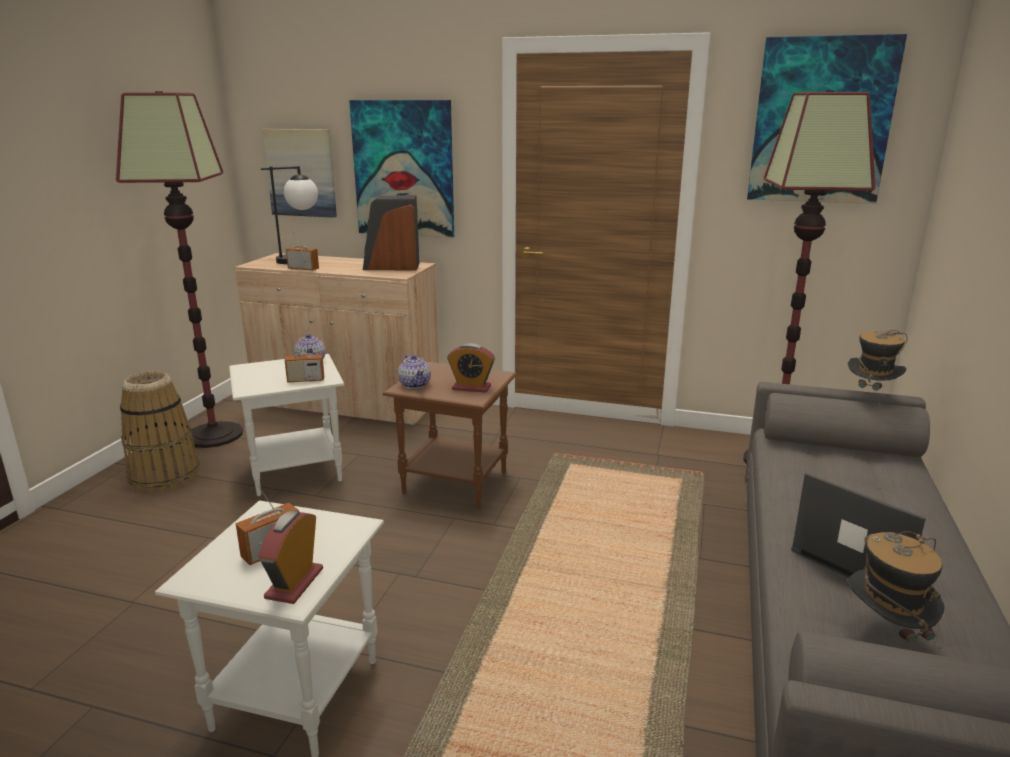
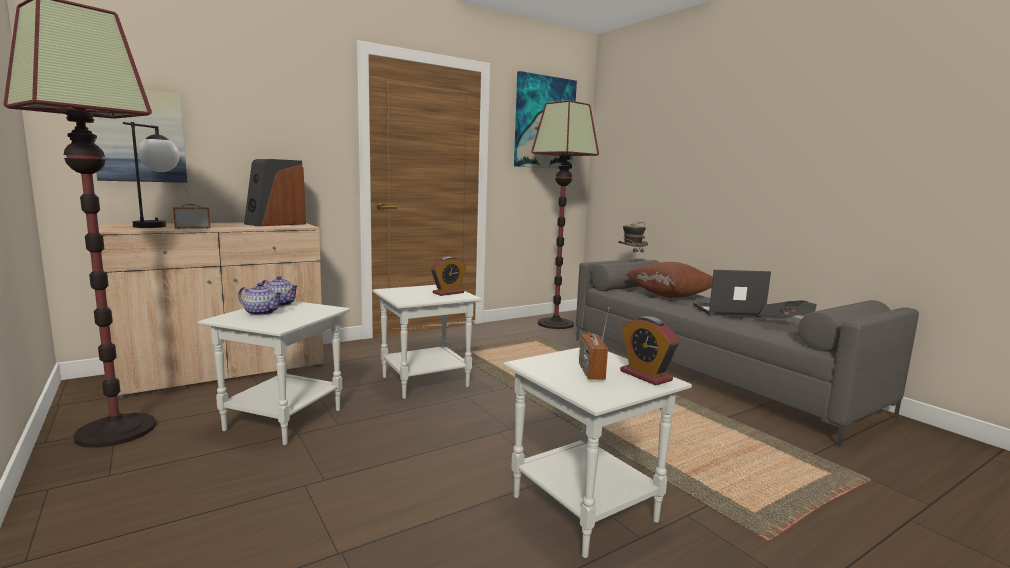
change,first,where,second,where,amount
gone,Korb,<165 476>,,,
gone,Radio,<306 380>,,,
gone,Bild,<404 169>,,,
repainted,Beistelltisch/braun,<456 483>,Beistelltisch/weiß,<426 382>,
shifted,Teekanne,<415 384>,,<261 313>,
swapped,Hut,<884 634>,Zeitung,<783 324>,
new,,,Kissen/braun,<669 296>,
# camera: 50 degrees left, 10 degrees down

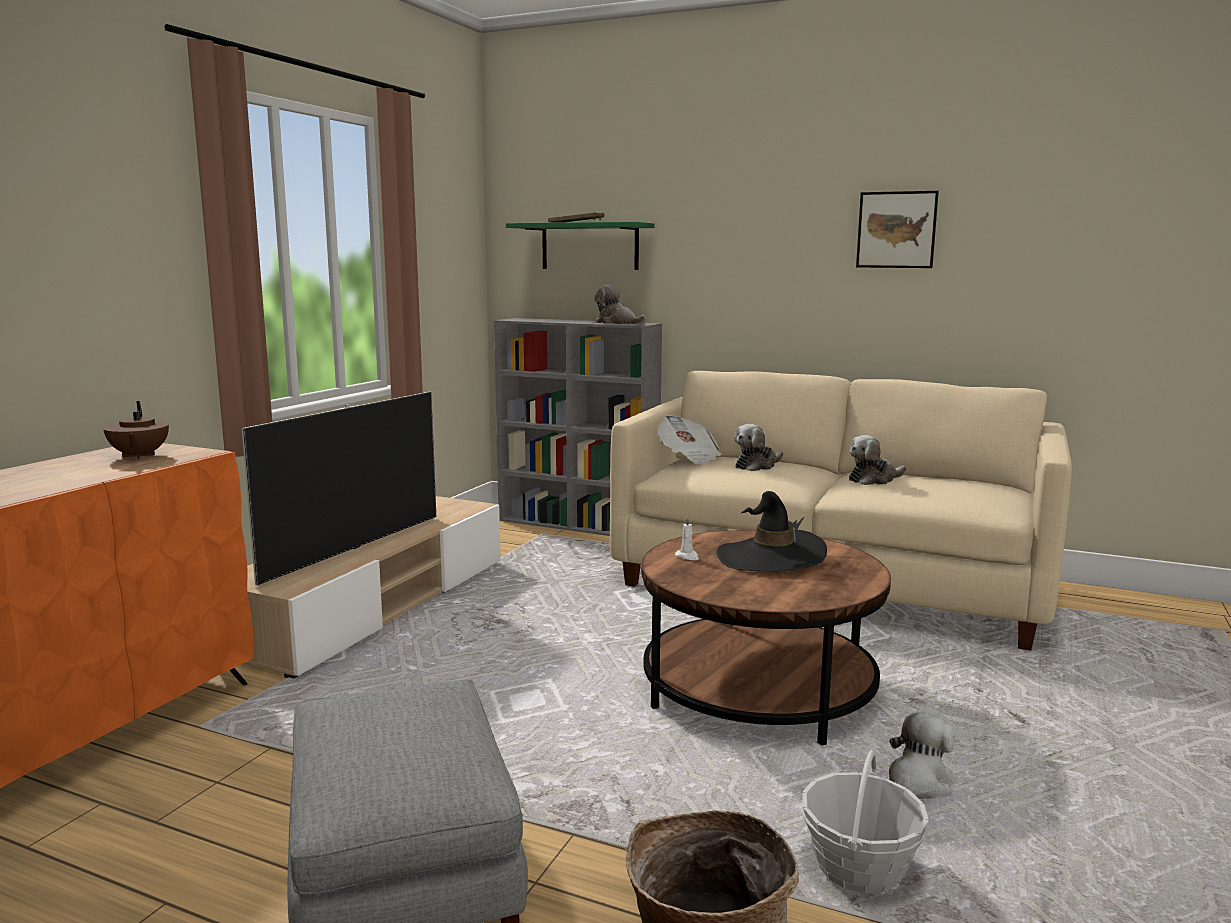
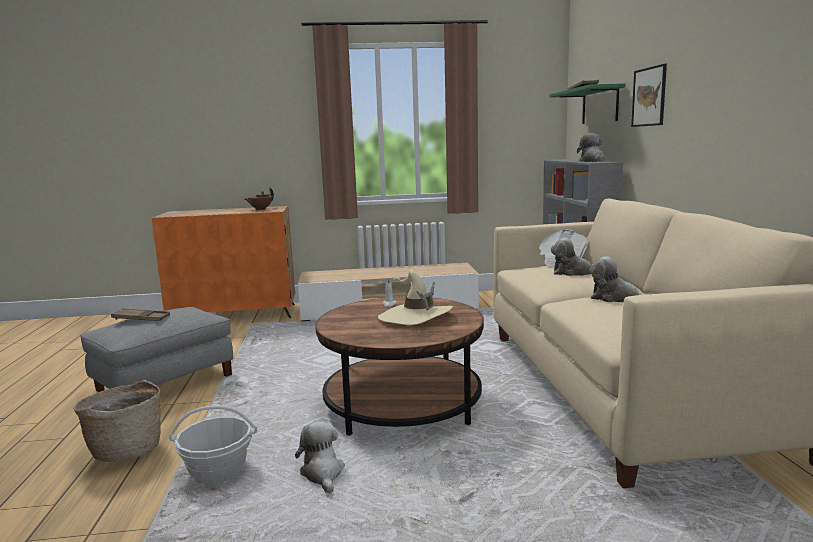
change,first,where,second,where,amount
gone,Fernseher,<354 548>,,,
repainted,Hut/schwarz,<770 558>,Hut/beige,<415 317>,
shifted,Bild,<896 230>,,<649 97>,
rotated,Plüschtier,<915 785>,,<322 473>,120 degrees counterclockwise
new,,,Tablett/braun,<141 319>,
# camera: 60 degrees right, 0 degrees up

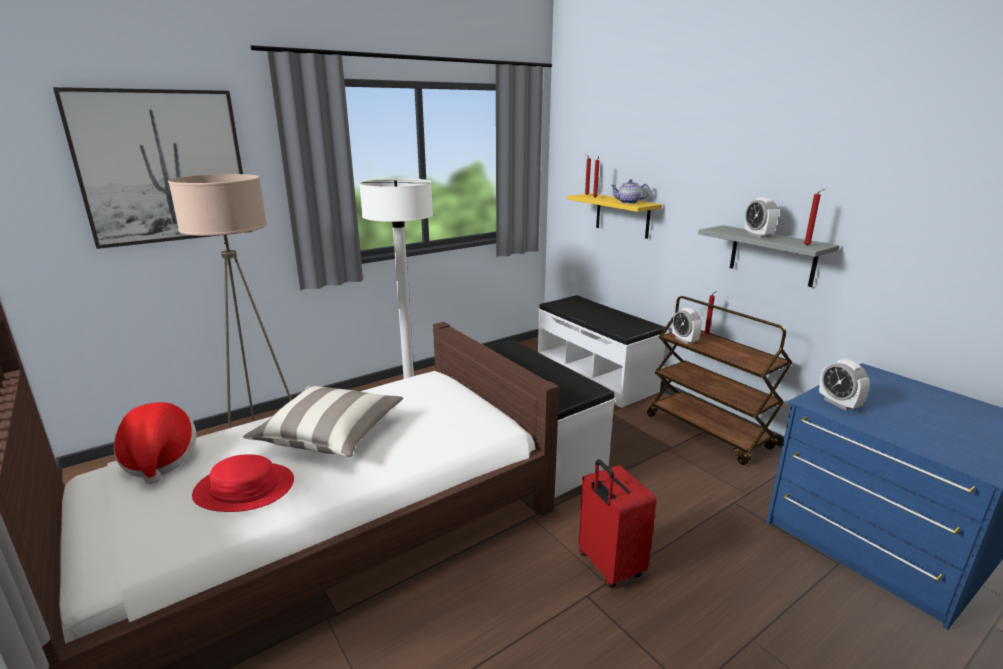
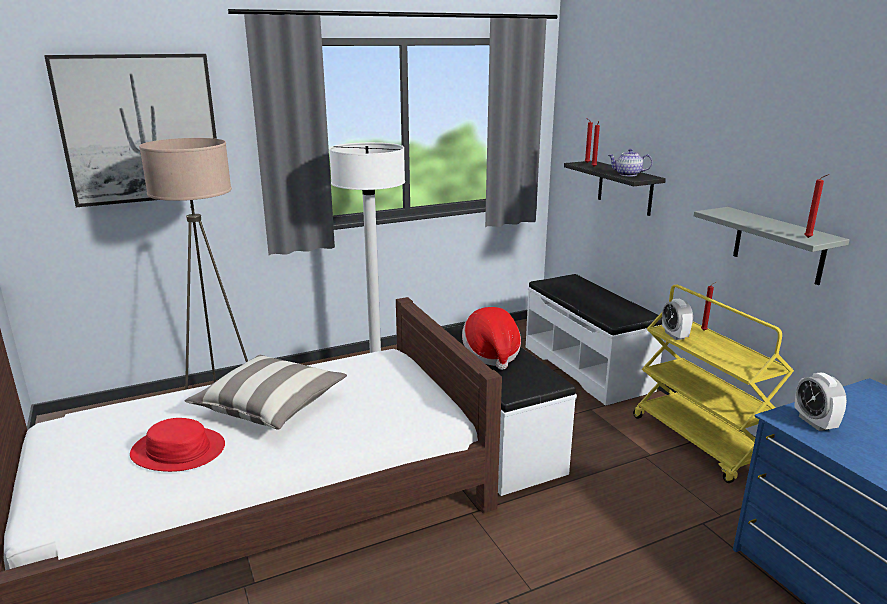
change,first,where,second,where,amount
shifted,Hut,<160 460>,,<491 354>,
repainted,Wandregal/gelb,<622 215>,Wandregal/schwarz,<625 188>,
gone,Koffer/rot,<608 566>,,,
repainted,Rollwagen/braun,<709 432>,Rollwagen/gelb,<700 442>,
gone,Wecker,<758 236>,,,
# camera: 10 degrees right, 0 degrees up

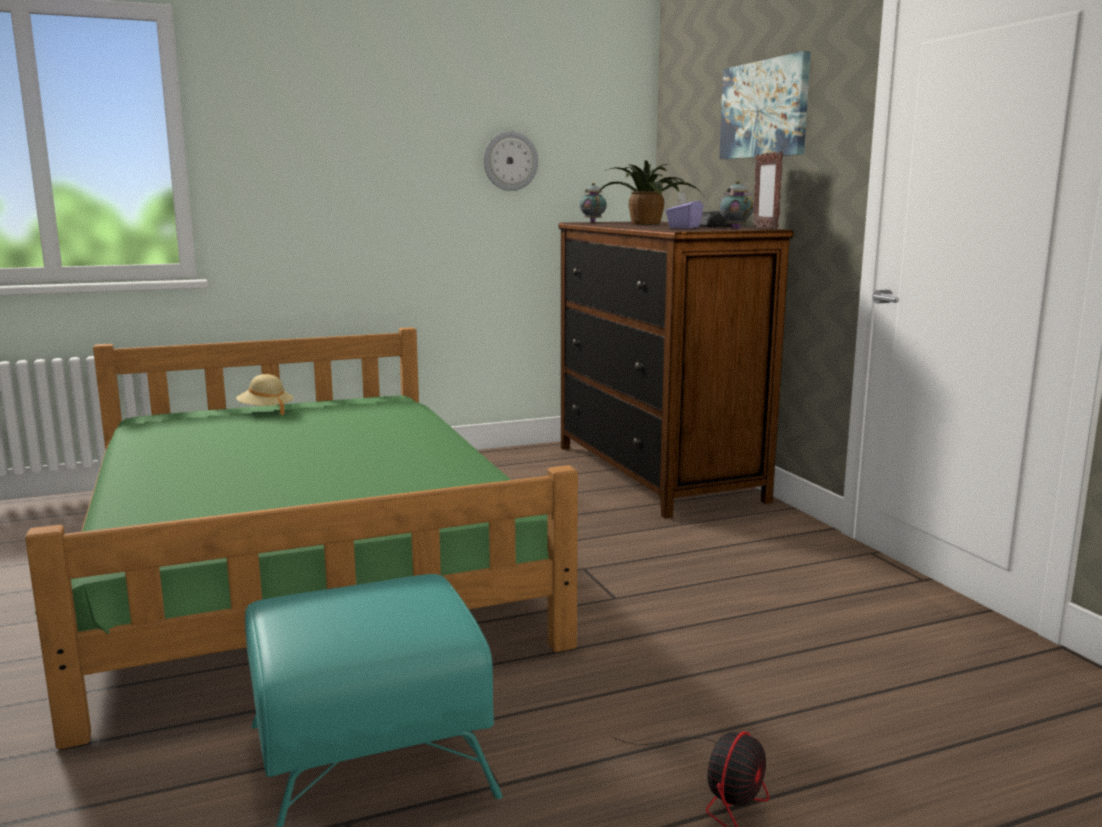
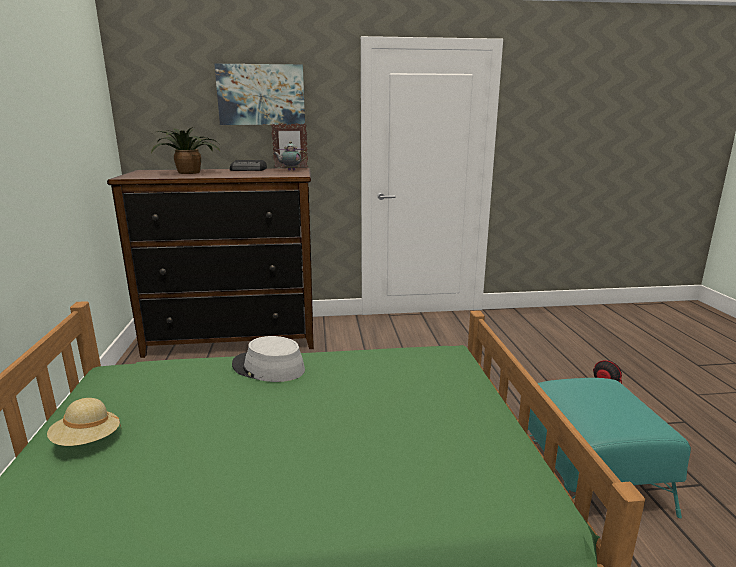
change,first,where,second,where,amount
gone,Wanduhr,<510 161>,,,
gone,Teekanne,<592 222>,,,
gone,Taschentuchbox/lila,<683 227>,,,
new,,,Hut/grau,<268 368>,
# camera: 75 degrees left, 5 degrees up

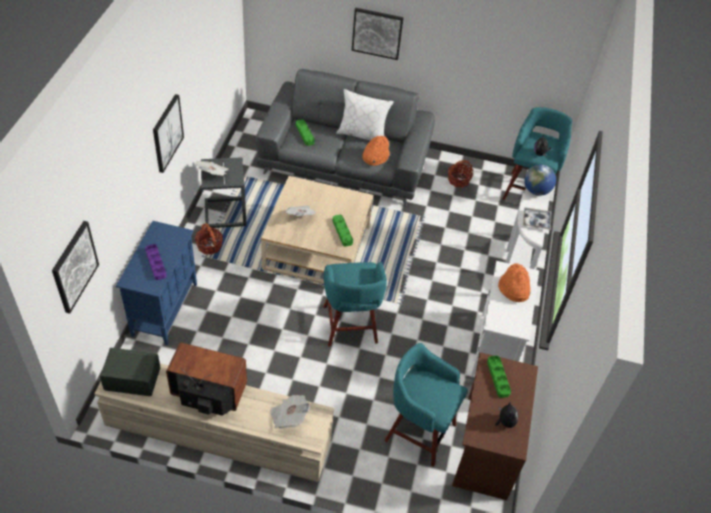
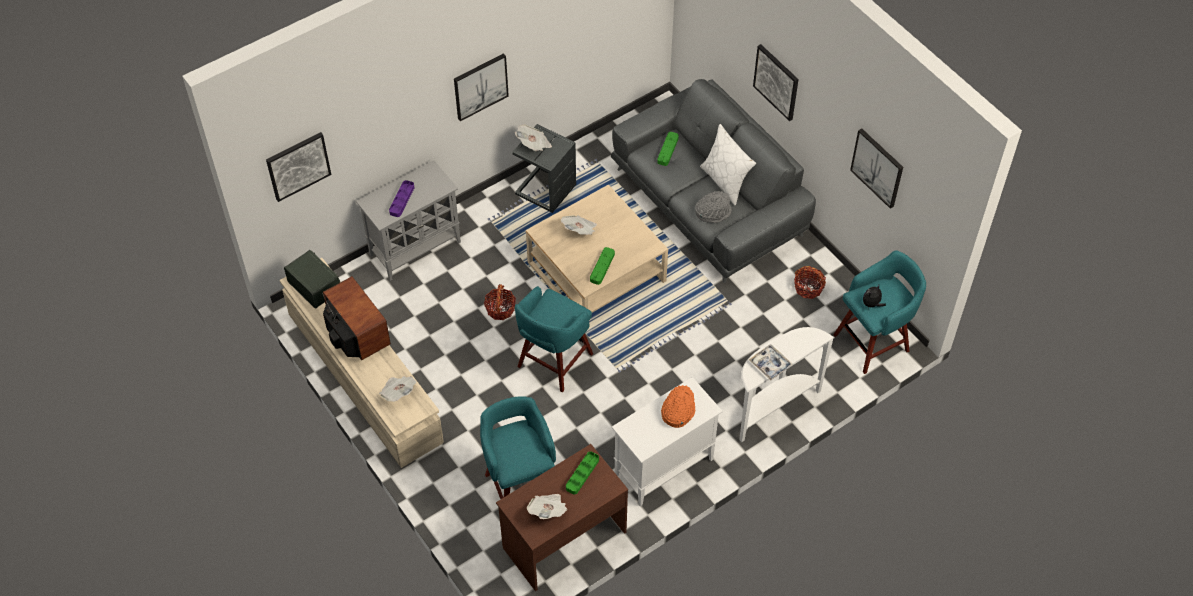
change,first,where,second,where,amount
repainted,Schrank/blau,<165 309>,Schrank/grau,<416 248>,
shifted,Korb,<209 246>,,<500 309>,
repainted,Hut/orange,<375 156>,Hut/grau,<713 212>,
swapped,Plüschtier,<505 422>,Zeitung,<548 511>,
gone,Globus,<536 190>,,,
new,,,Bild,<877 167>,
# camera: 45 degrees right, 5 degrees up

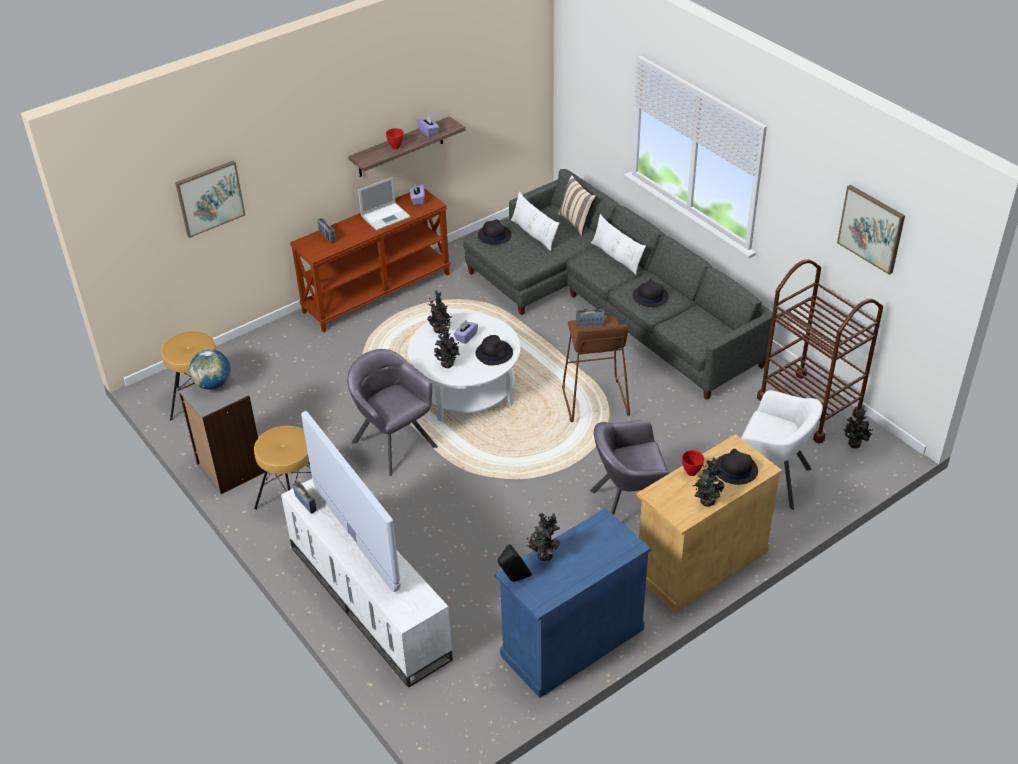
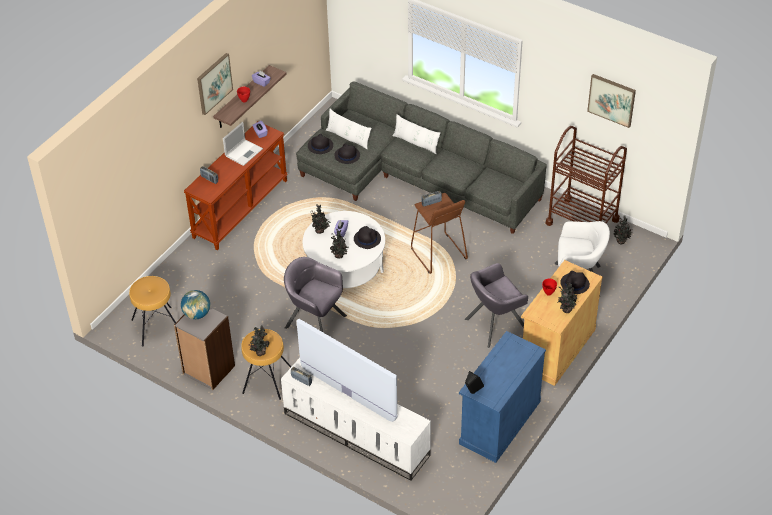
change,first,where,second,where,amount
shifted,Bild,<210 198>,,<214 83>,
shifted,Topfpflanze,<544 554>,,<260 352>,
gone,Kissen/beige,<577 222>,,,
shifted,Hut/schwarz,<650 296>,,<347 155>,
# camera: 20 degrees left, 5 degrees up

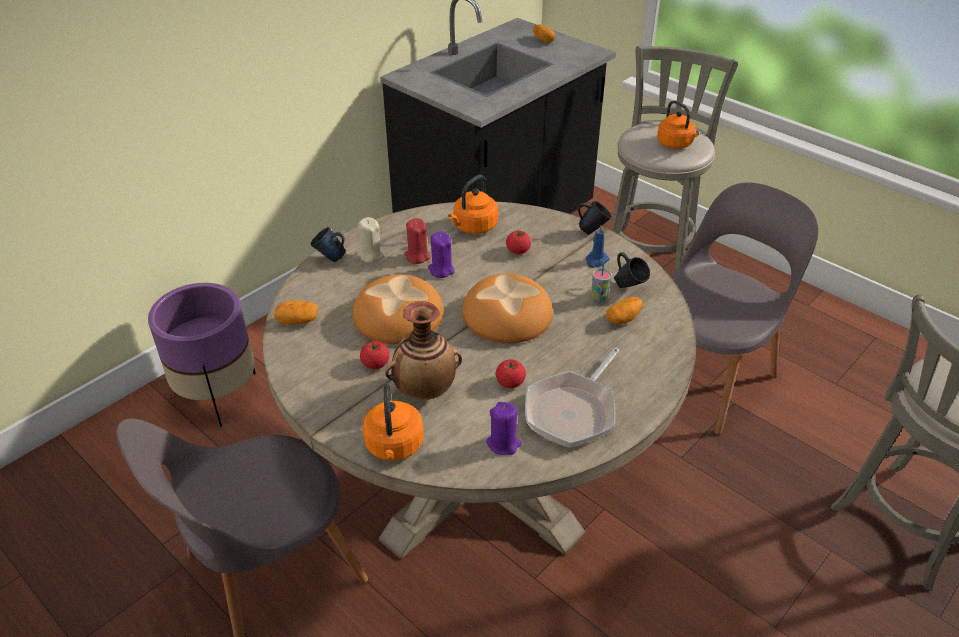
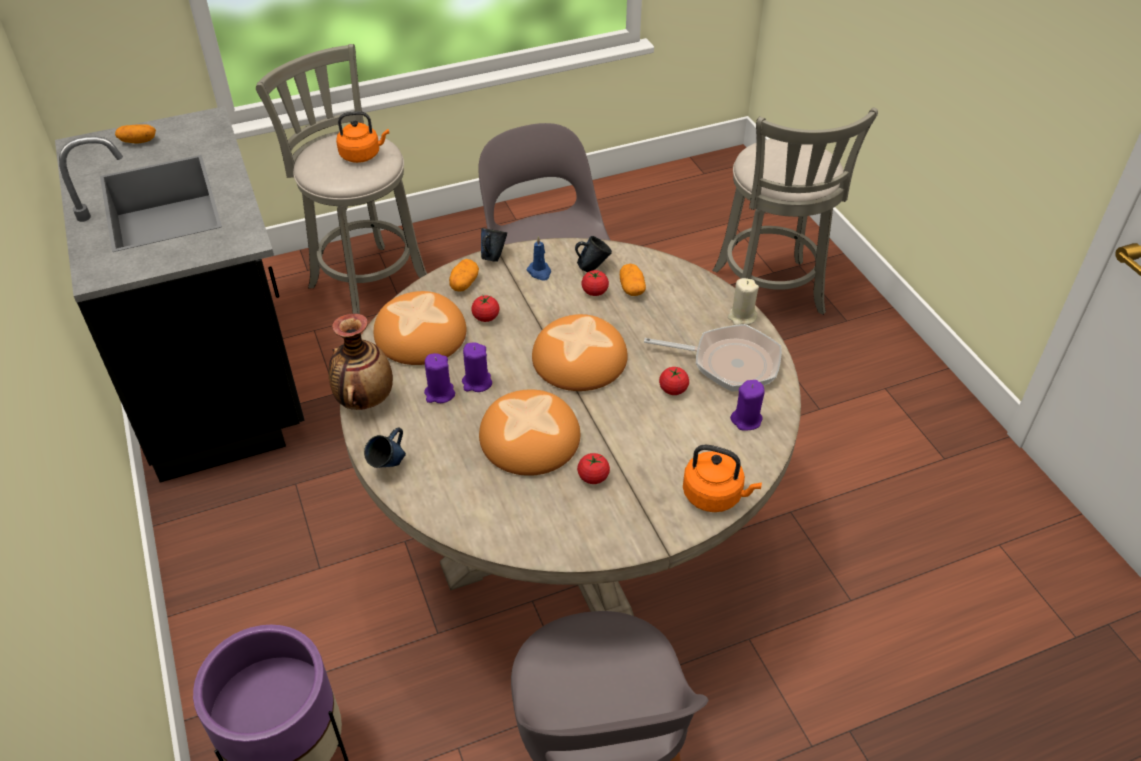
change,first,where,second,where,amount
shifted,Kartoffel,<297 321>,,<464 283>,
shifted,Kerze/beige,<371 255>,,<741 317>,
shifted,Vase,<425 389>,,<364 399>,
repainted,Kerze/rot,<417 256>,Kerze/lila,<439 393>,
swapped,Wasserkessel/orange,<473 227>,Brot,<421 335>,
rotated,Pfanne,<573 411>,,<729 362>,45 degrees counterclockwise
swapped,Tasse,<599 298>,Tomate,<594 291>,
# camera: 65 degrees left, 5 degrees up

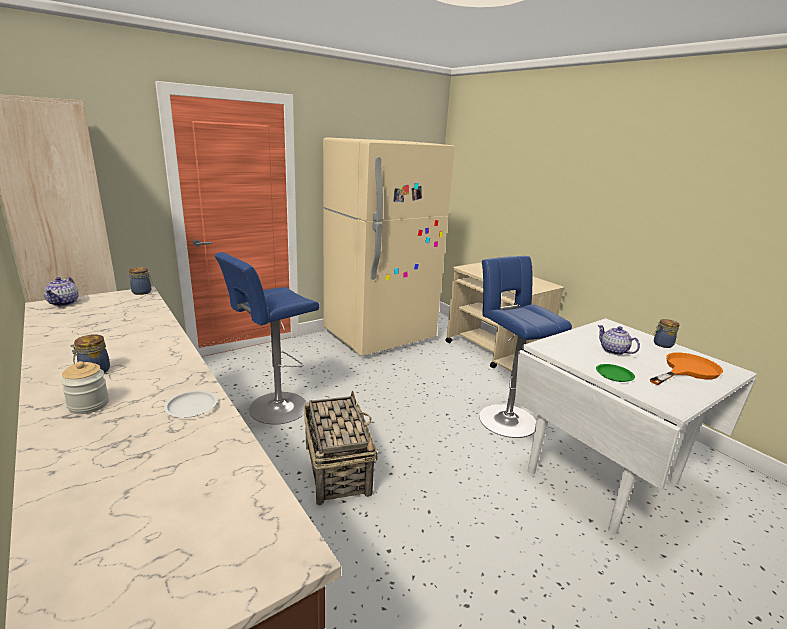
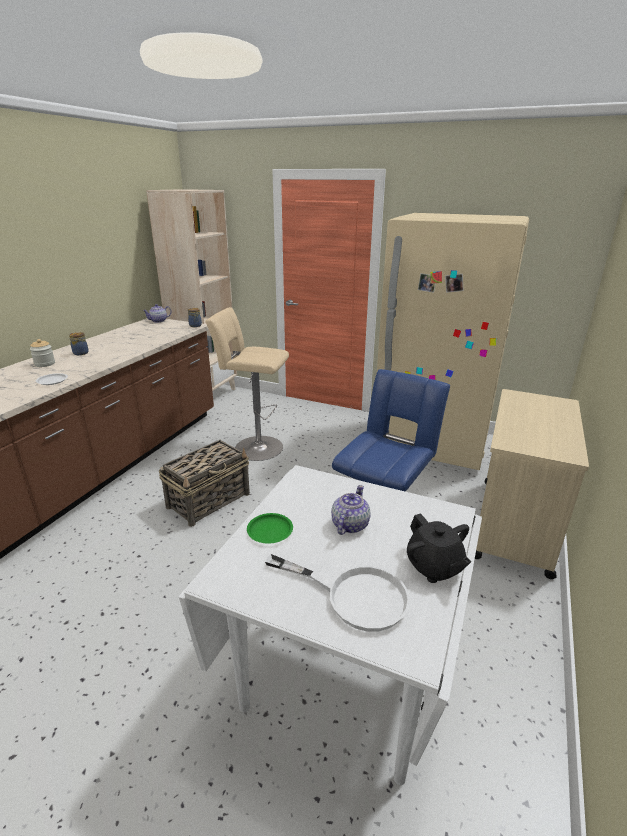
change,first,where,second,where,amount
repainted,Hocker/blau,<274 409>,Hocker/beige,<255 447>,
repainted,Pfanne/orange,<686 370>,Pfanne/weiß,<353 595>,
swapped,Vorratsglas,<661 344>,Teekanne/schwarz,<434 567>,
# camera: 60 degrees right, 5 degrees up

